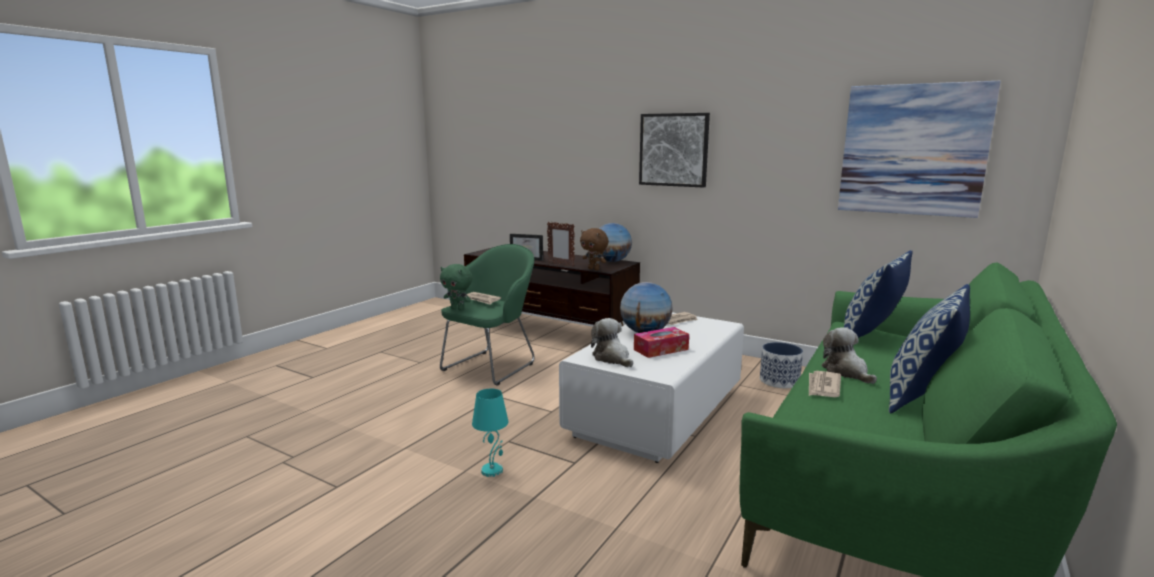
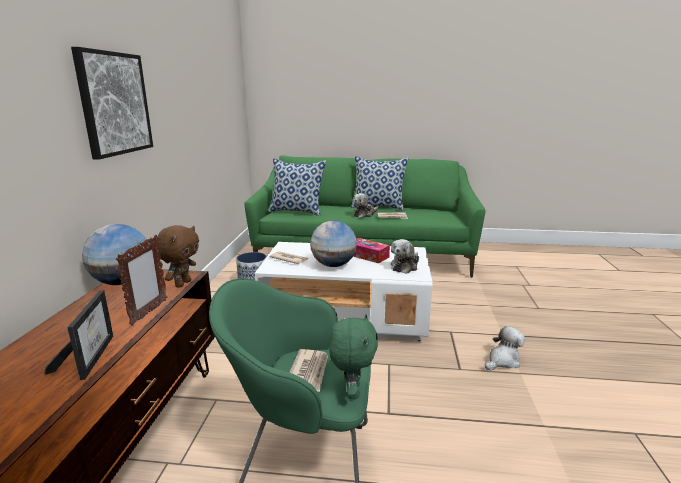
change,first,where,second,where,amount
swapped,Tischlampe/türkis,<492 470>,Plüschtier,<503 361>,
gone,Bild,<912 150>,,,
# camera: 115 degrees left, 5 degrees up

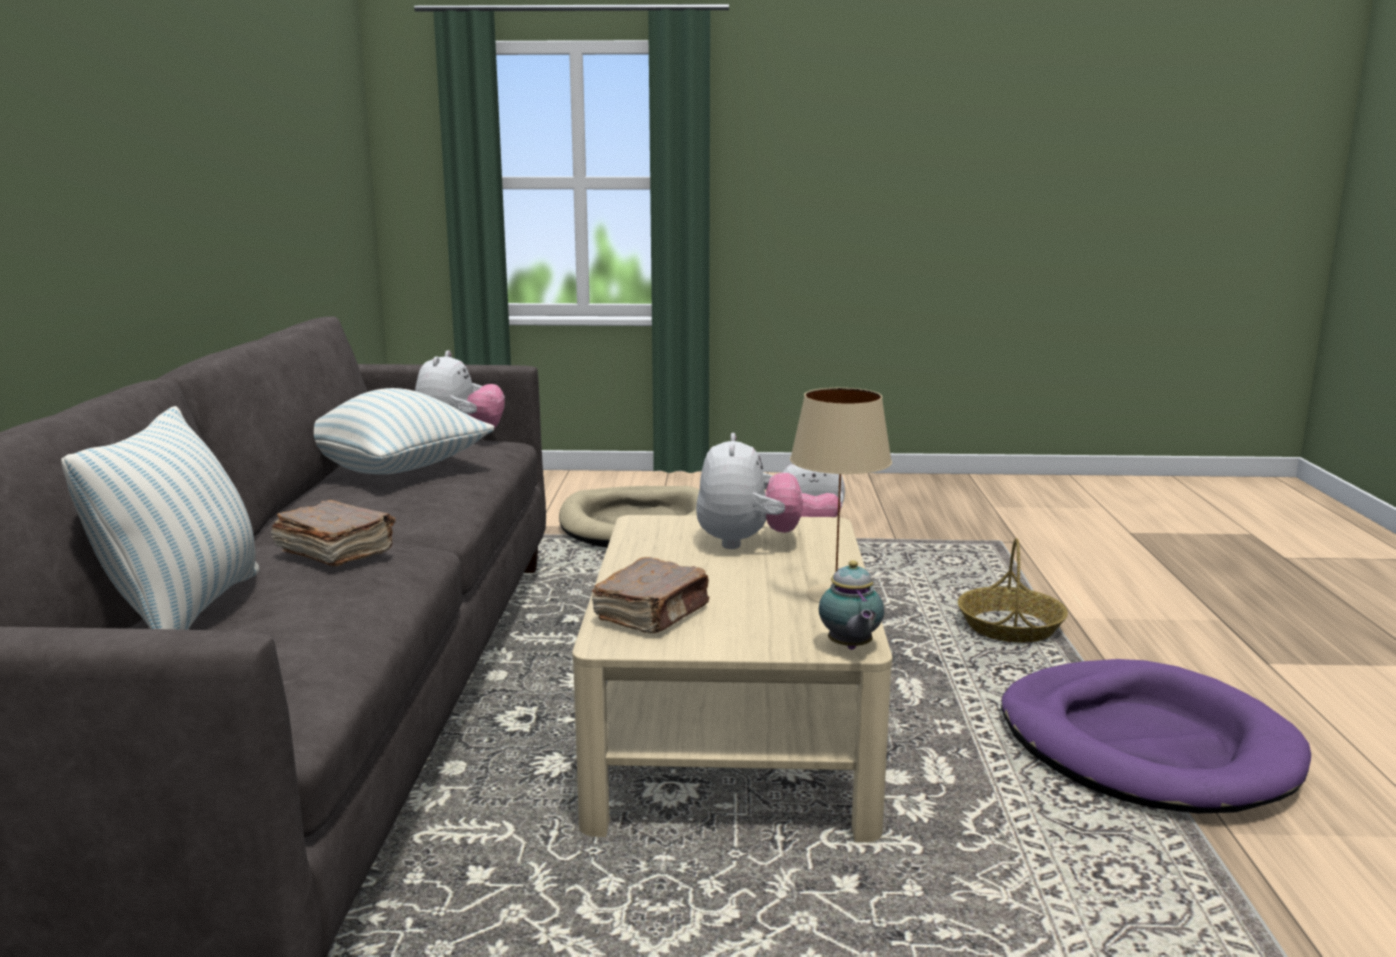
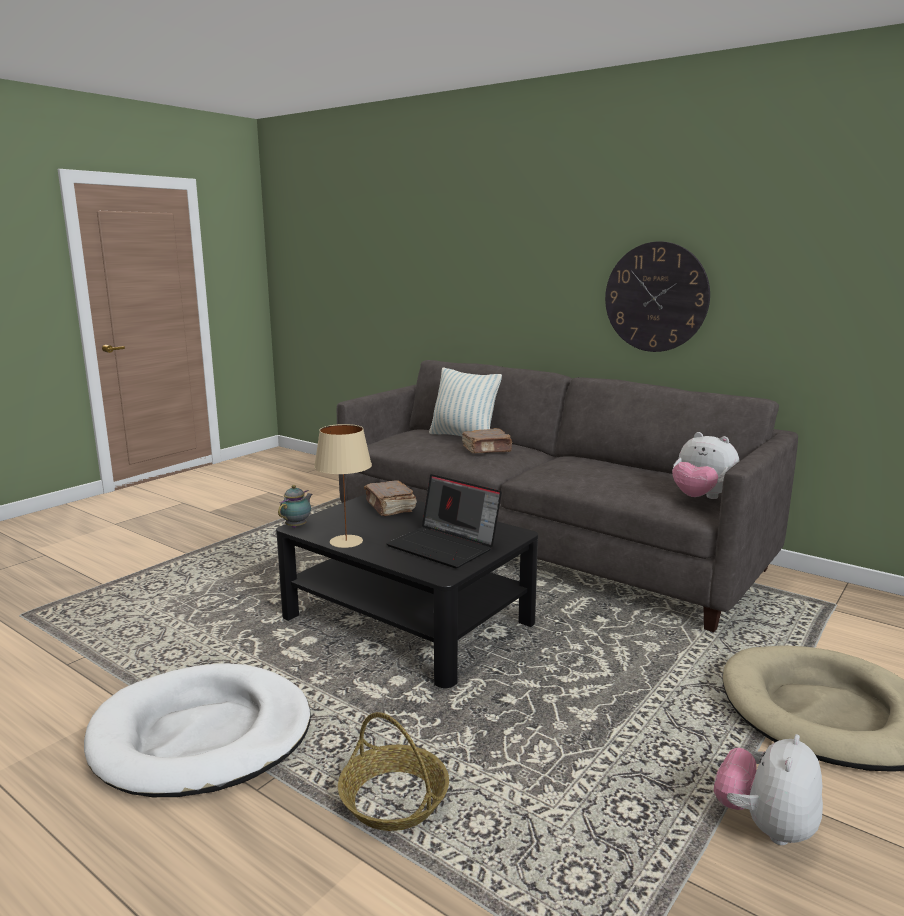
change,first,where,second,where,amount
gone,Kissen,<397 471>,,,
repainted,Couchtisch/beige,<730 731>,Couchtisch/schwarz,<408 620>,
swapped,Plüschtier,<746 542>,Laptop,<445 546>,
rotated,Teekanne,<849 647>,,<297 526>,90 degrees clockwise
repainted,Hundebett/lila,<1145 745>,Hundebett/weiß,<202 736>,
new,,,Wanduhr,<656 297>,
# camera: 125 degrees right, 0 degrees up

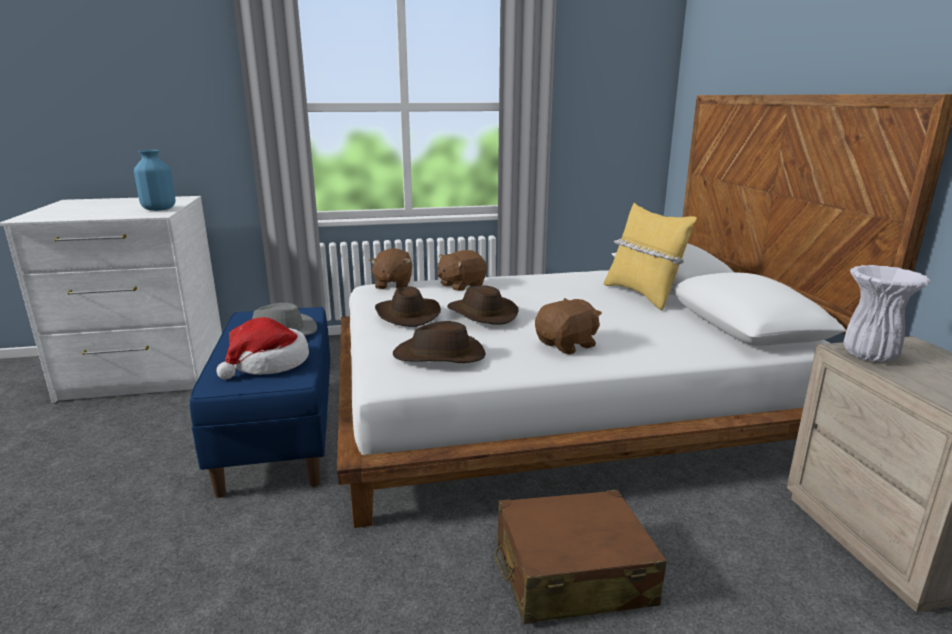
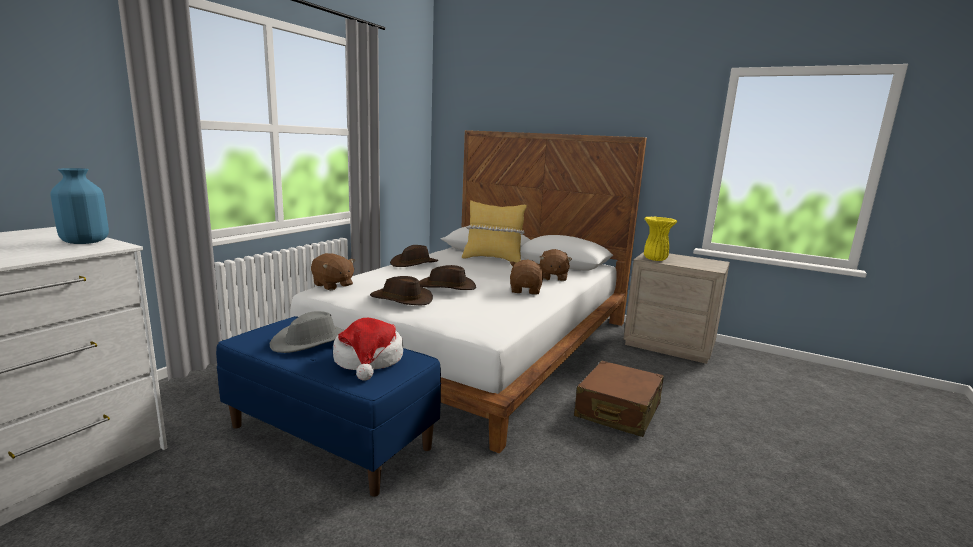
change,first,where,second,where,amount
shifted,Hut/braun,<440 355>,,<414 263>,
shifted,Plüschtier/braun,<461 285>,,<553 277>,
repainted,Vase/weiß,<868 355>,Vase/gelb,<654 259>,
# camera: 50 degrees left, 5 degrees down

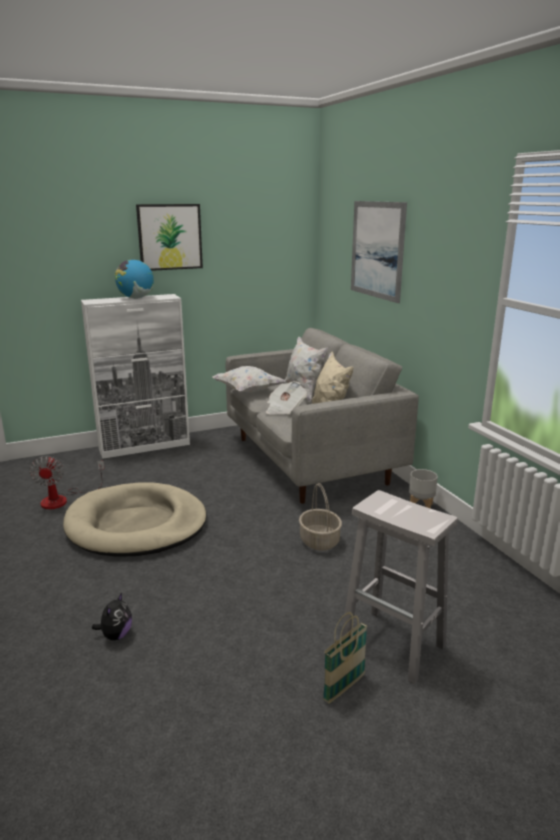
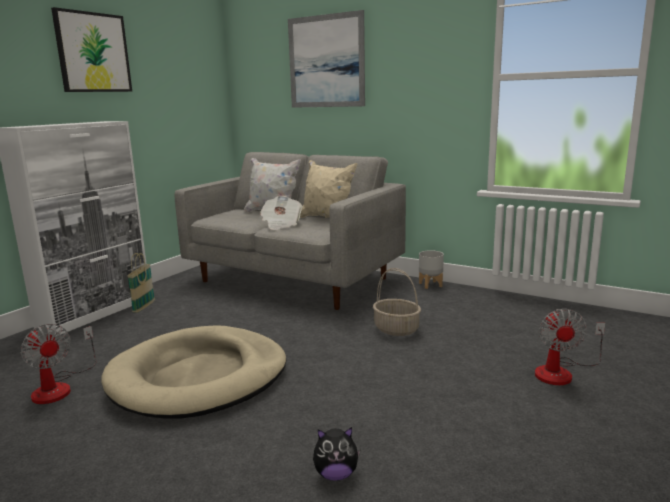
change,first,where,second,where,amount
rotated,Plüschtier,<116 635>,,<336 474>,105 degrees clockwise
gone,Globus,<136 298>,,,
gone,Kissen/weiß,<248 391>,,,
shifted,Korb,<344 688>,,<144 307>,
swapped,Hocker/weiß,<394 645>,Ventilator,<561 372>,
# camera: 35 degrees left, 5 degrees down

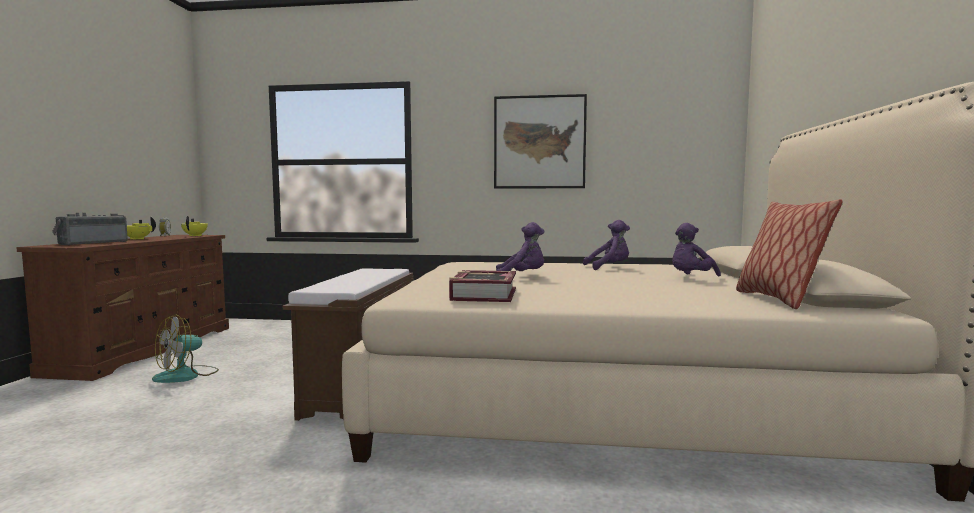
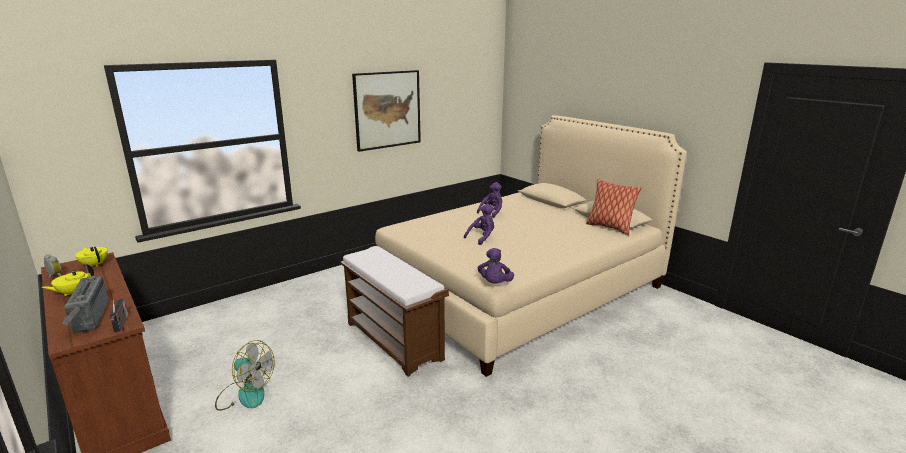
change,first,where,second,where,amount
rotated,Ventilator,<186 375>,,<245 394>,60 degrees counterclockwise
gone,Buch,<483 295>,,,
shifted,Plüschtier/lila,<690 278>,,<494 284>,
new,,,Radio,<121 324>,
# camera: 45 degrees left, 15 degrees up

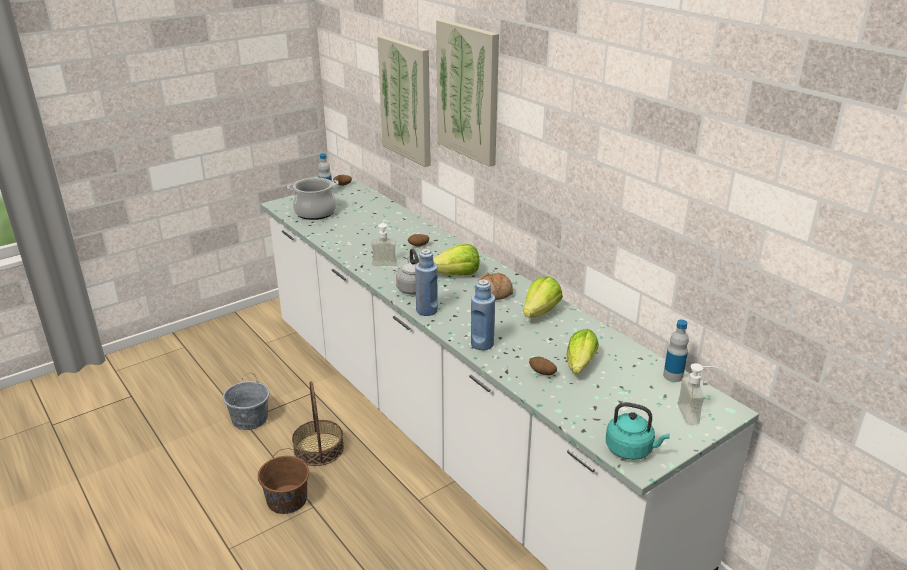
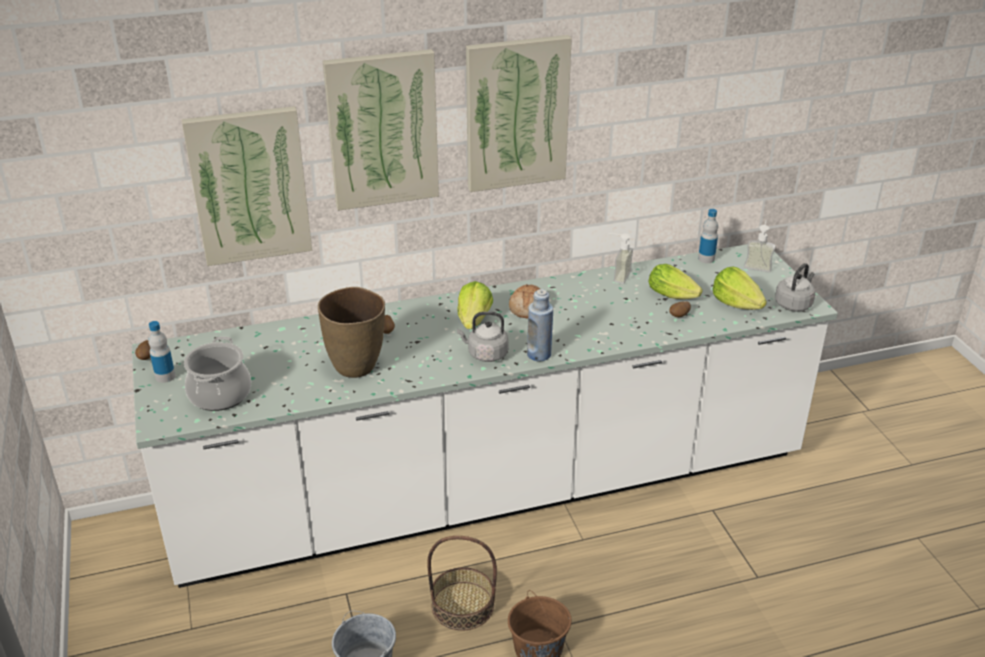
change,first,where,second,where,amount
shifted,Seifenspender,<385 261>,,<616 276>,
gone,Flasche/blau,<482 344>,,,
shifted,Salatkopf,<540 313>,,<736 304>,
repainted,Wasserkessel/türkis,<631 450>,Wasserkessel/grau,<794 304>,
new,,,Vase/braun,<356 366>,
new,,,Bild,<516 113>,
# camera: 70 degrees left, 5 degrees up

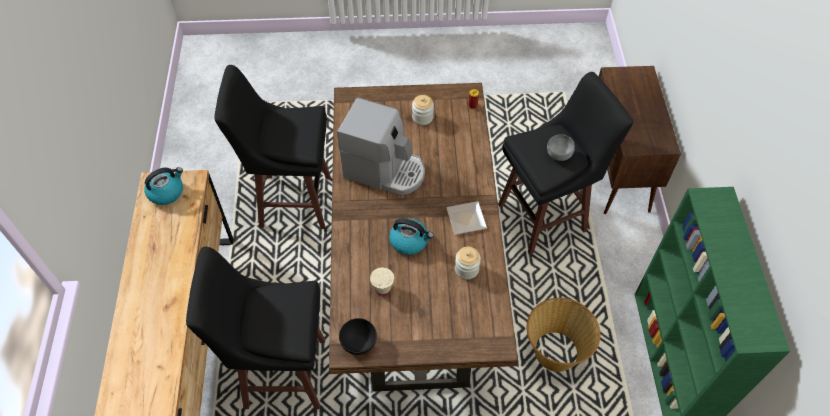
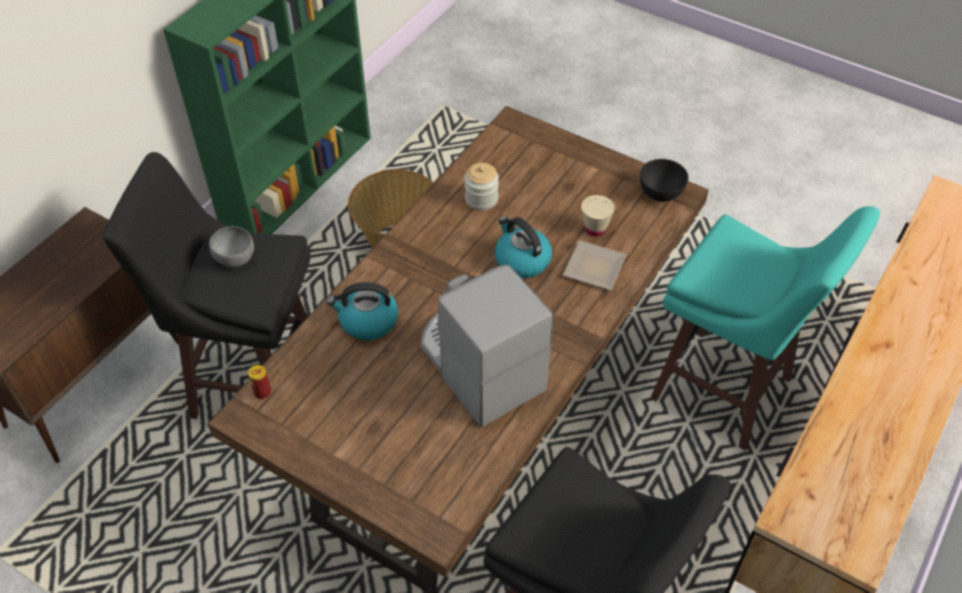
change,first,where,second,where,amount
shifted,Wasserkessel,<166 192>,,<367 321>,
repainted,Hocker/schwarz,<282 372>,Hocker/türkis,<724 392>,
gone,Vorratsglas,<422 117>,,,
shifted,Teller,<465 220>,,<596 267>,
# camera: 145 degrees left, 5 degrees down

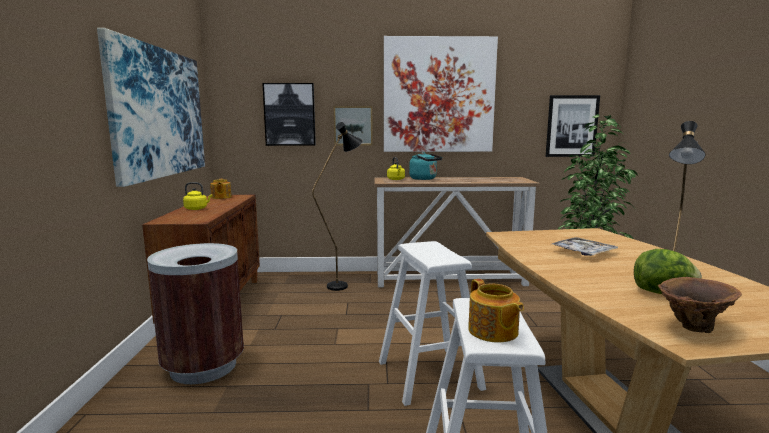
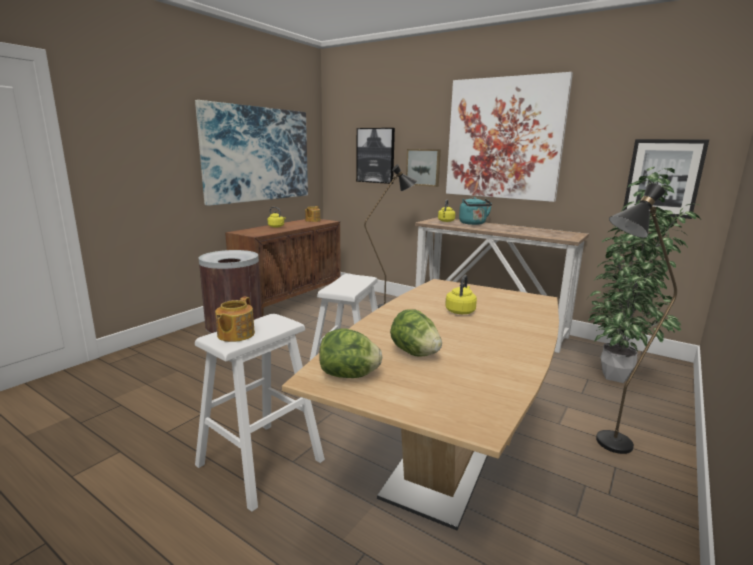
change,first,where,second,where,amount
swapped,Tablett,<583 252>,Wasserkessel/gelb,<460 311>,
swapped,Vase/braun,<691 328>,Salatkopf,<349 375>,
# camera: 35 degrees right, 5 degrees up

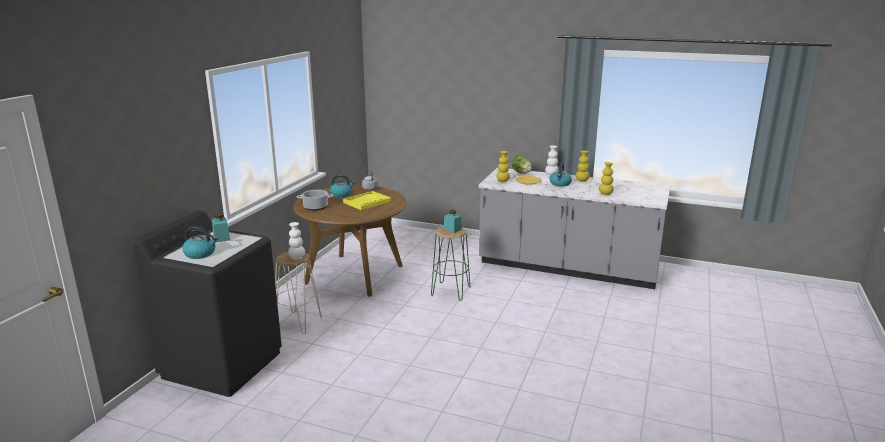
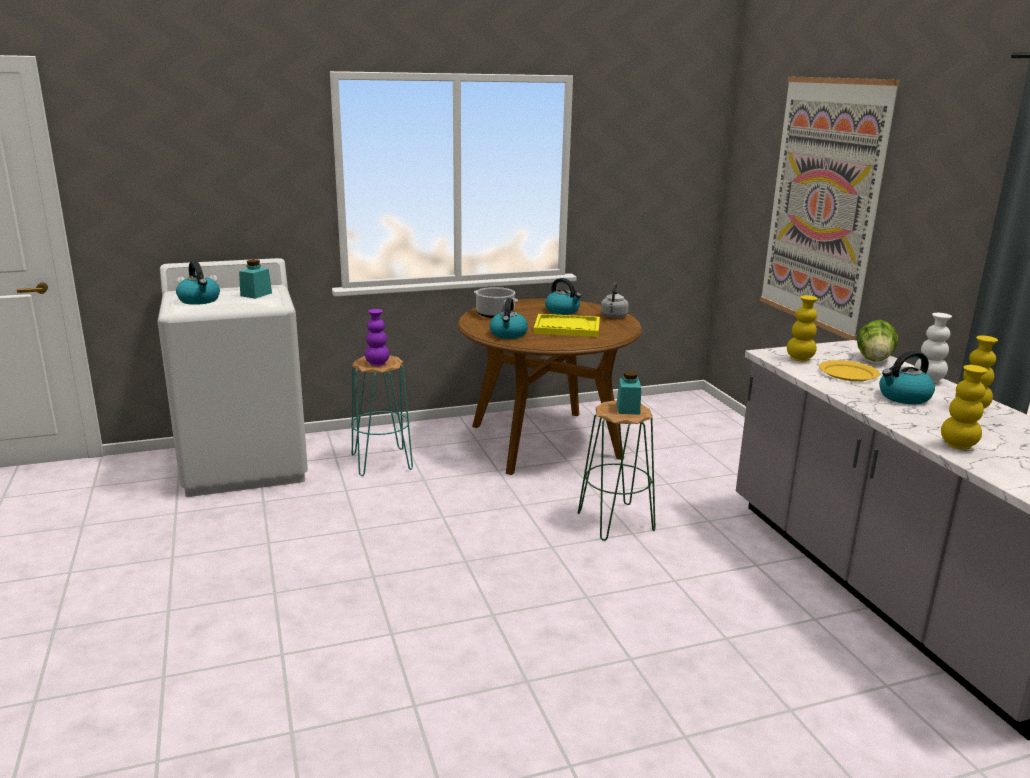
change,first,where,second,where,amount
repainted,Waschmaschine/schwarz,<222 364>,Waschmaschine/weiß,<245 464>,
repainted,Hocker/beige,<298 322>,Hocker/türkis,<381 462>,
repainted,Vase/weiß,<297 258>,Vase/lila,<377 364>,
new,,,Wasserkessel,<508 334>,
new,,,Bild,<822 204>,
# camera: 50 degrees right, 0 degrees up

